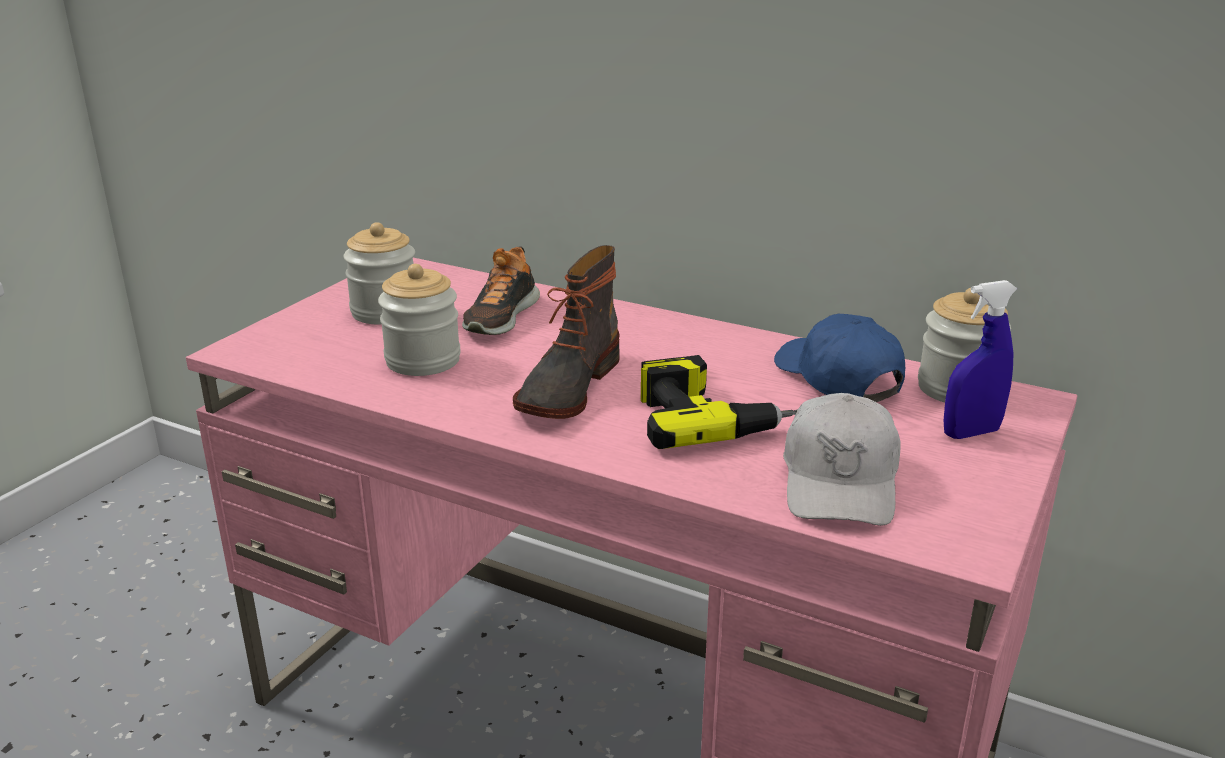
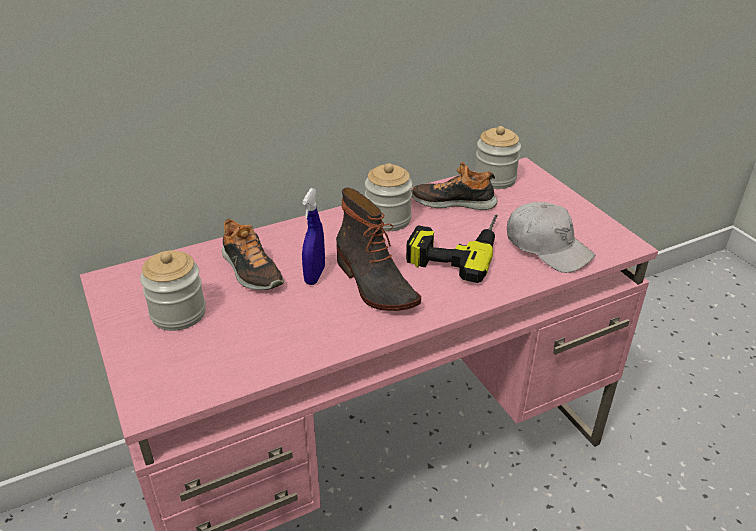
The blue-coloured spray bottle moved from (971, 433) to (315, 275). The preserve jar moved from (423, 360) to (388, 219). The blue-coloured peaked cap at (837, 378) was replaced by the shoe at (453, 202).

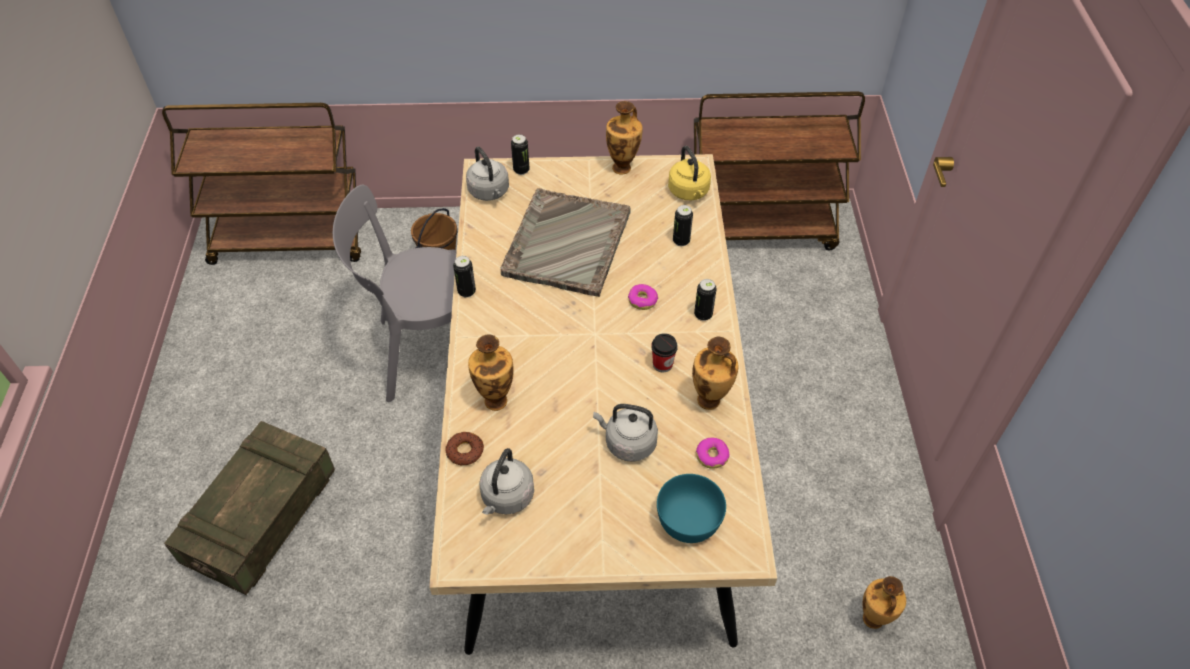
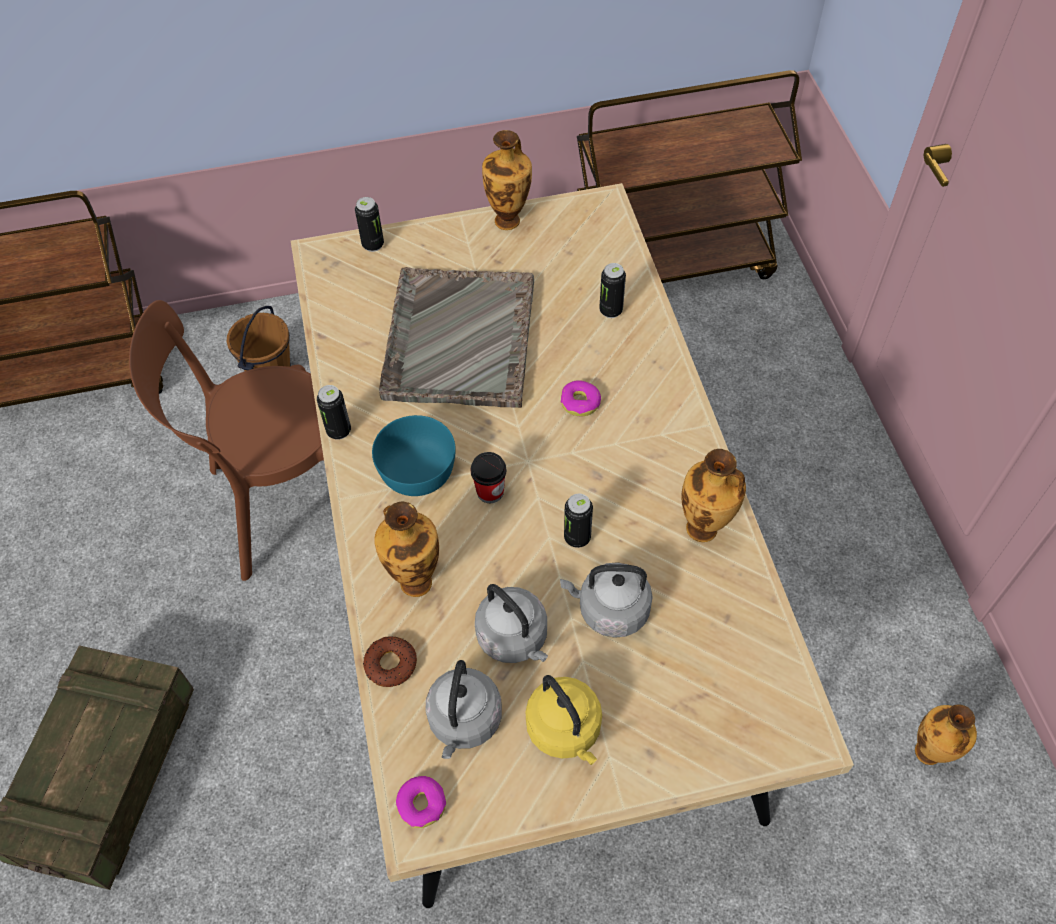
The greyish upright chair at (426, 353) became the brownish upright chair at (281, 504). The turquoise-coloured serving bowl moved from (687, 520) to (416, 471). The donut moved from (712, 456) to (422, 804). The small cup moved from (662, 364) to (490, 492). The greyish tea kettle moved from (490, 192) to (514, 638). The yellowish tea kettle moved from (689, 192) to (566, 730). The metal can moved from (703, 315) to (577, 537).

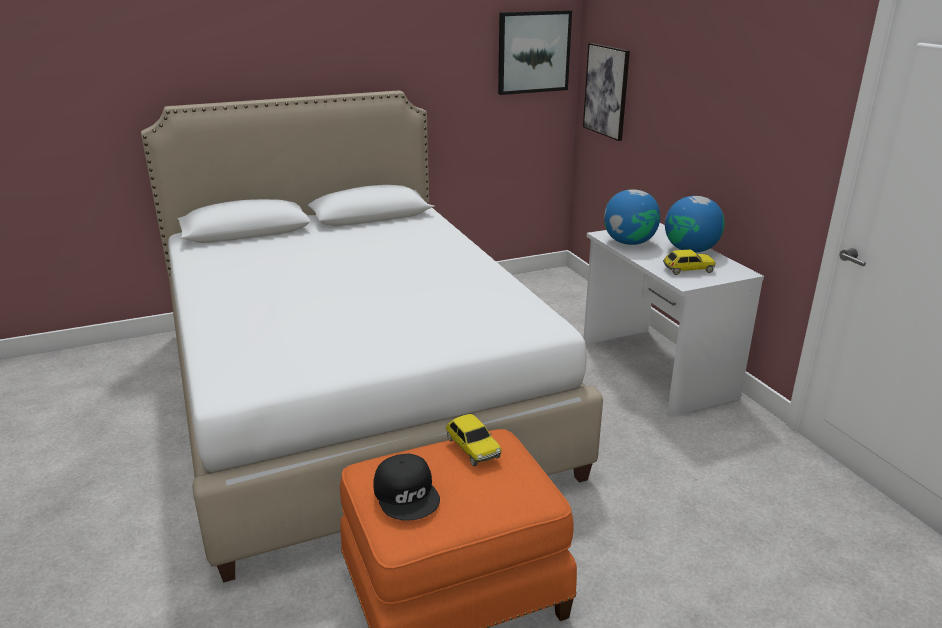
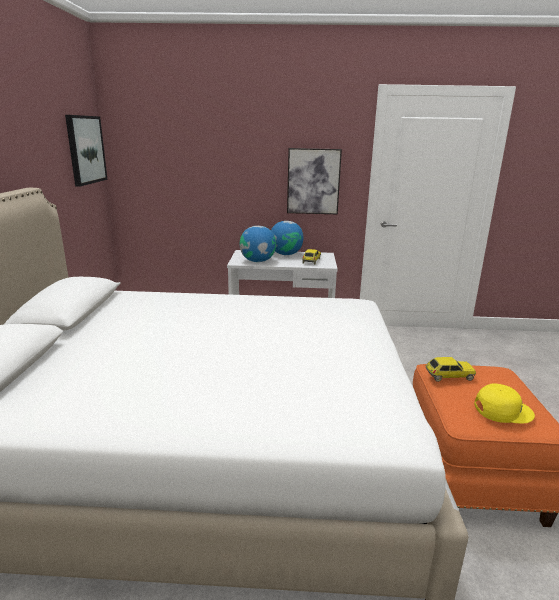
The wall art moved from (606, 91) to (313, 181). The blackish peaked cap at (407, 494) became the yellowish peaked cap at (502, 410).

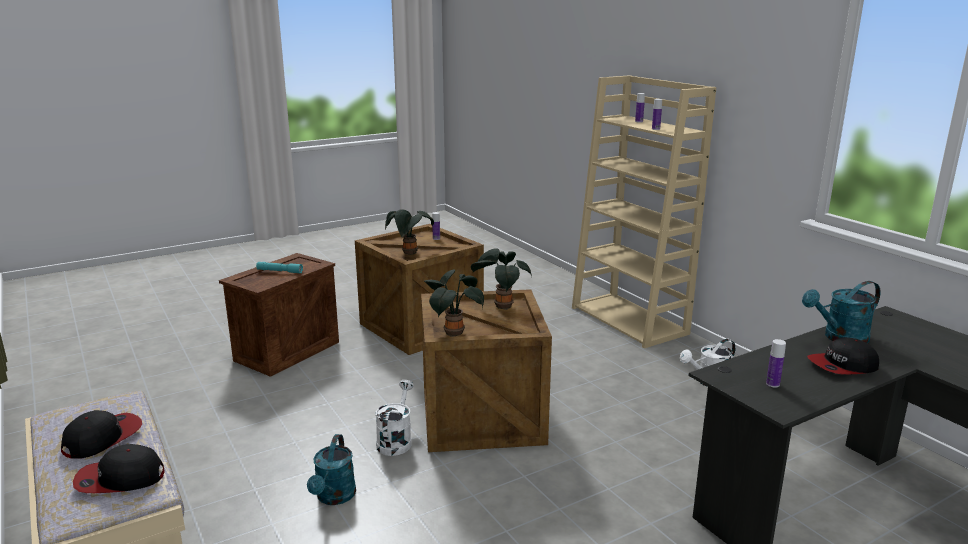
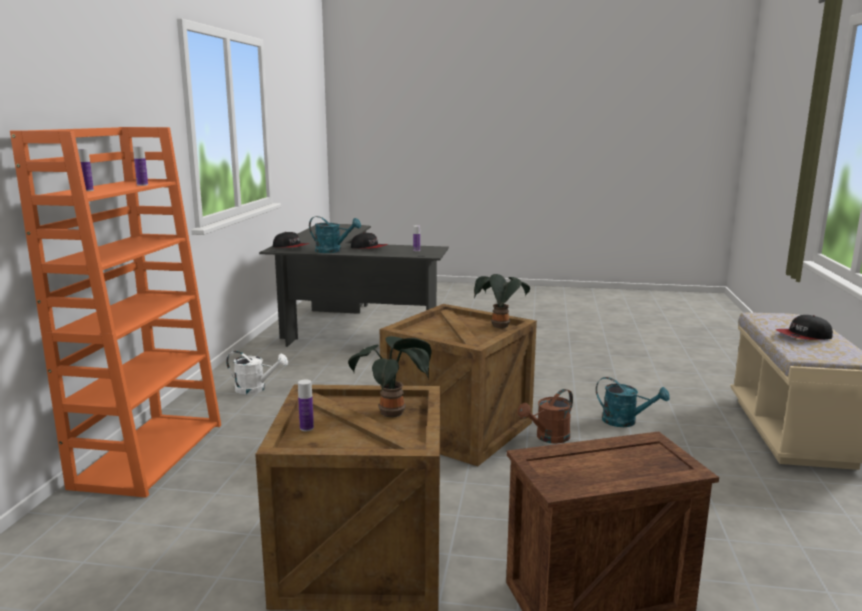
The beige shelving unit at (630, 320) became the orange shelving unit at (150, 453). The peaked cap moved from (120, 479) to (291, 247). The whitish watering can at (396, 440) became the brownish watering can at (548, 438). The turquoise-coloured watering can at (334, 497) turned 75 degrees clockwise. The turquoise-coloured flashlight at (279, 271) disappeared. The houseplant at (501, 306) disappeared.

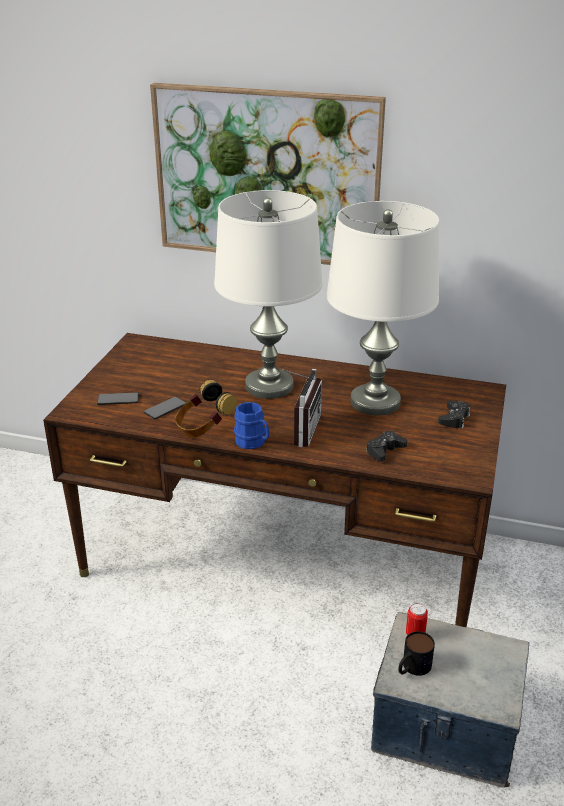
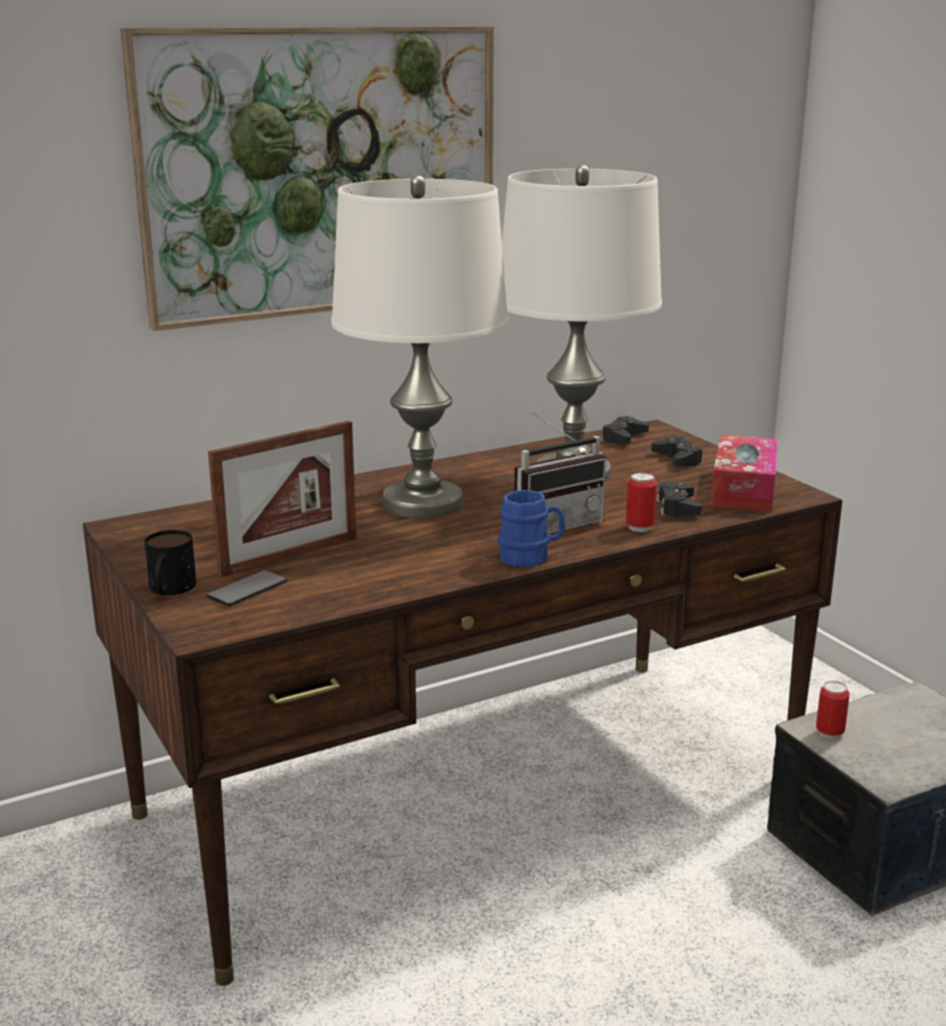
The coffee mug moved from (412, 668) to (169, 590). The picture frame at (289, 556) appeared. The radio set at (300, 429) turned 90 degrees clockwise. The blackish joypad at (624, 438) appeared. The metal can at (639, 527) appeared. The tissue holder at (743, 489) appeared. The handset at (165, 408) disappeared. The headset at (204, 428) disappeared.

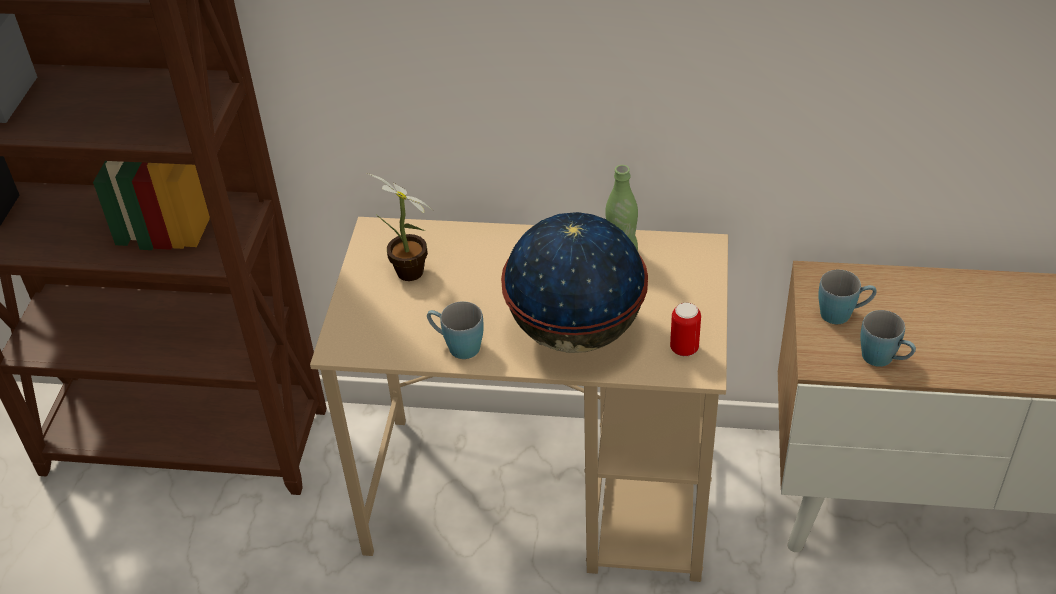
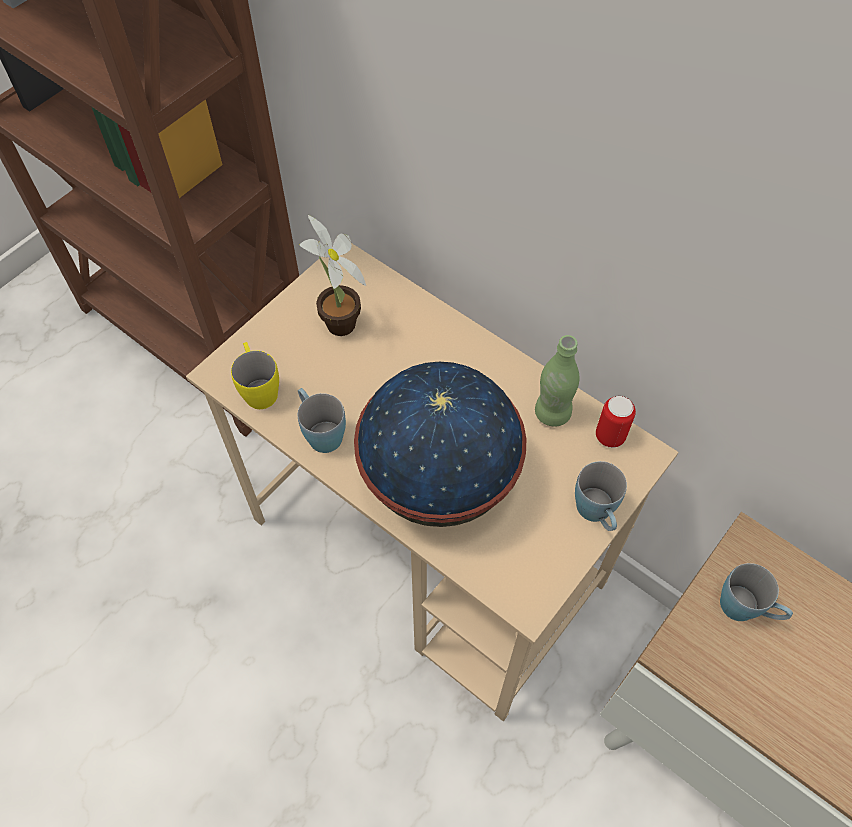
The yellowish coffee mug at (258, 388) appeared. The blue-coloured coffee mug moved from (884, 359) to (597, 514). The metal can moved from (684, 349) to (610, 436).

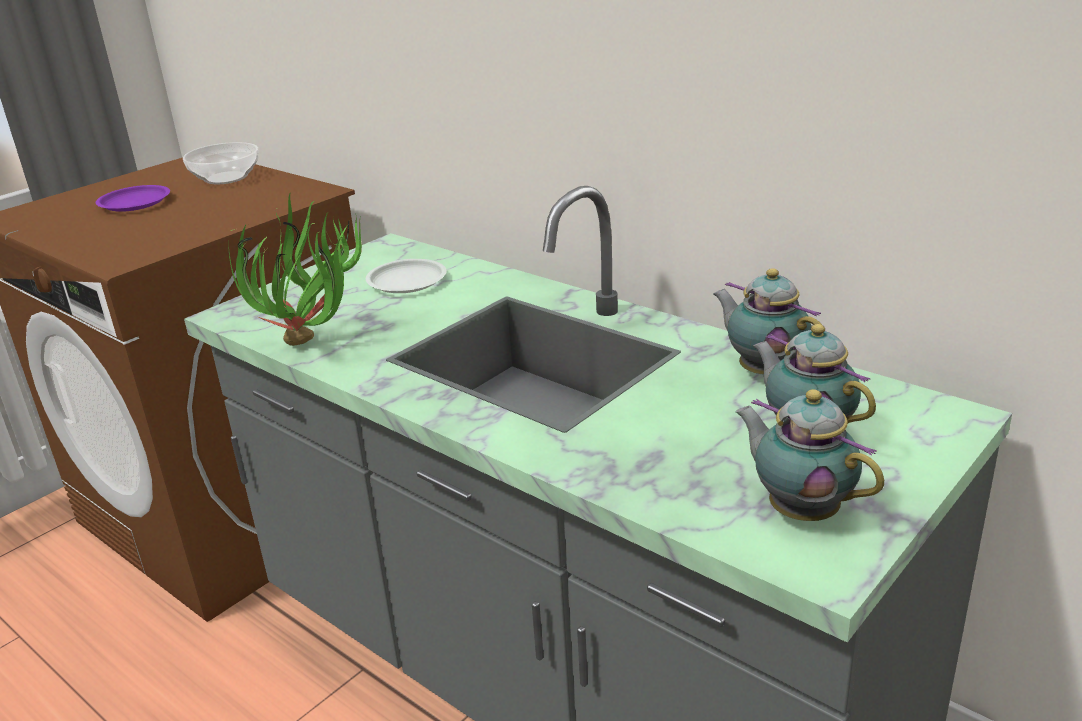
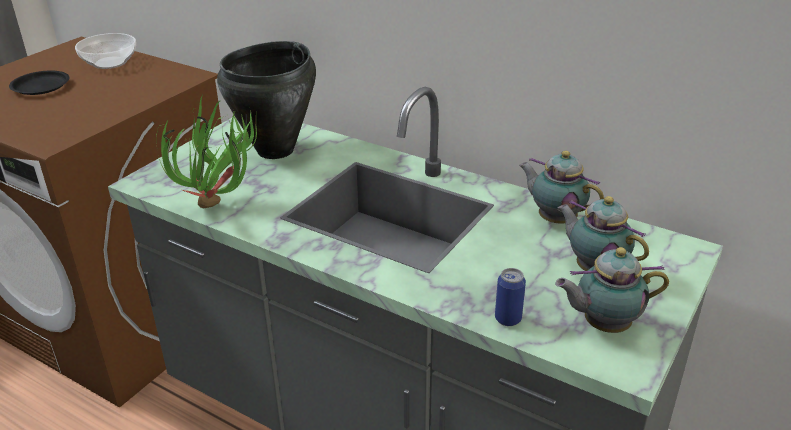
The purplish flat dish at (134, 203) became the blackish flat dish at (40, 86). The whitish flat dish at (407, 281) was replaced by the blackish stockpot at (276, 150). The metal can at (508, 319) appeared. The pot for tea at (799, 510) turned 45 degrees counterclockwise.

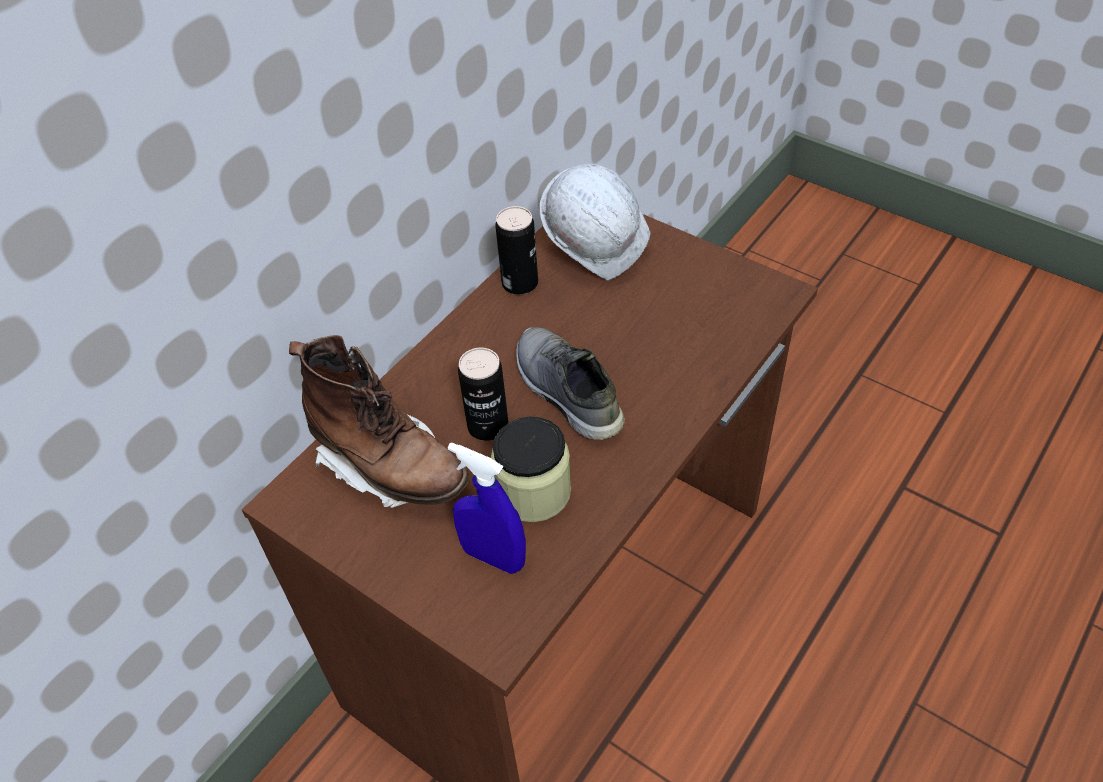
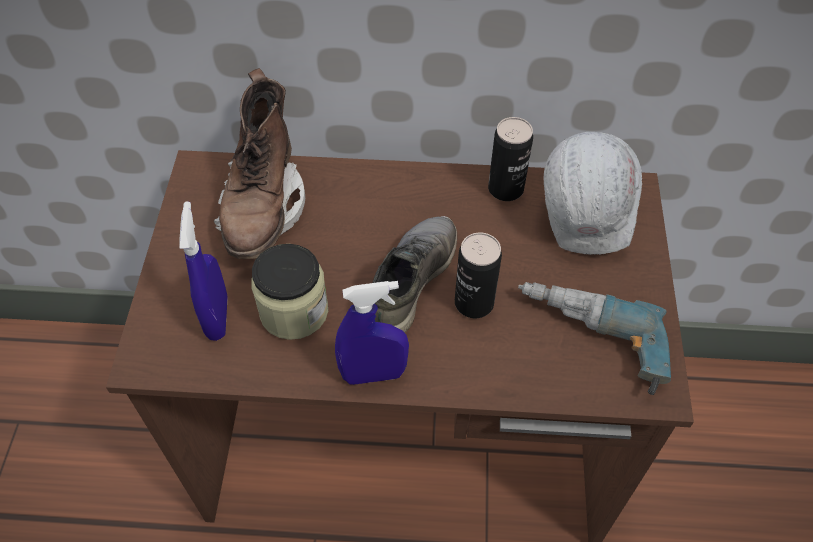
The blue-coloured spray bottle at (373, 374) appeared. The metal can moved from (488, 426) to (474, 303). The electric drill at (587, 342) appeared.

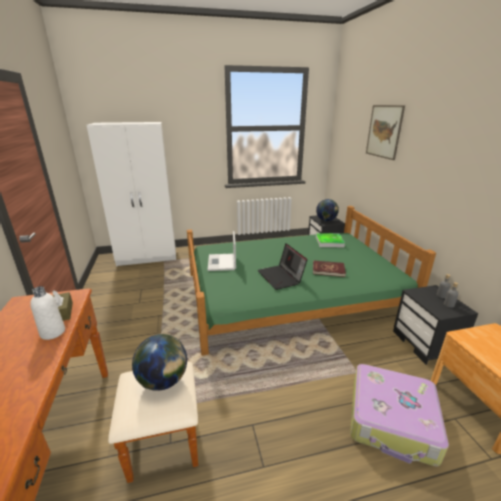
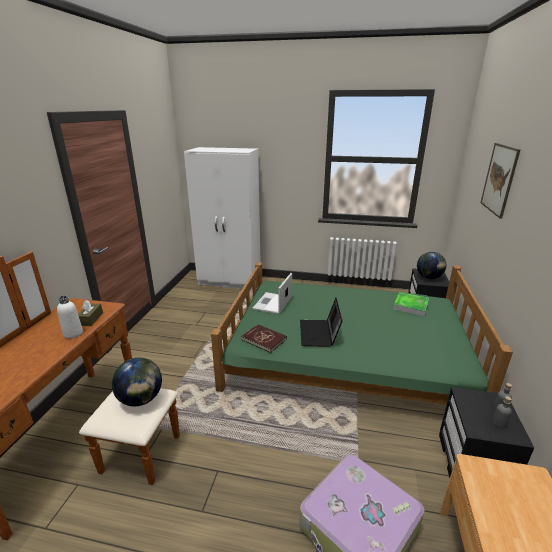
The red-coloured book moved from (328, 270) to (264, 339).

